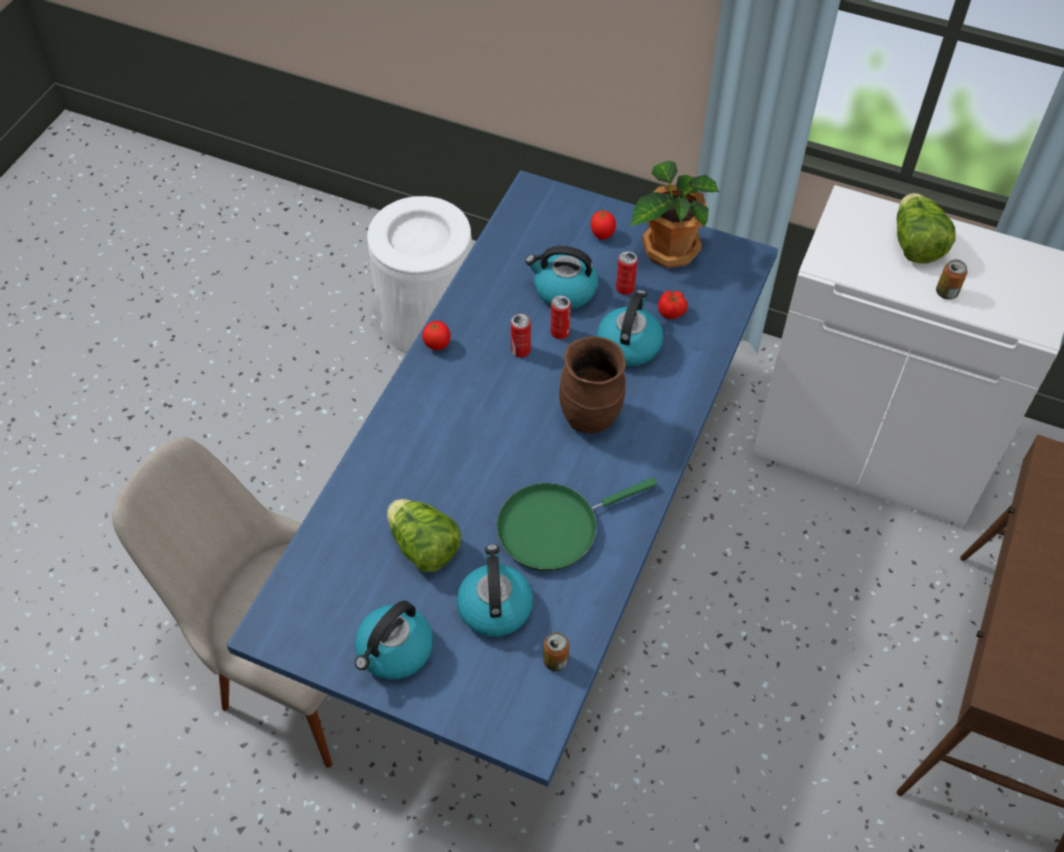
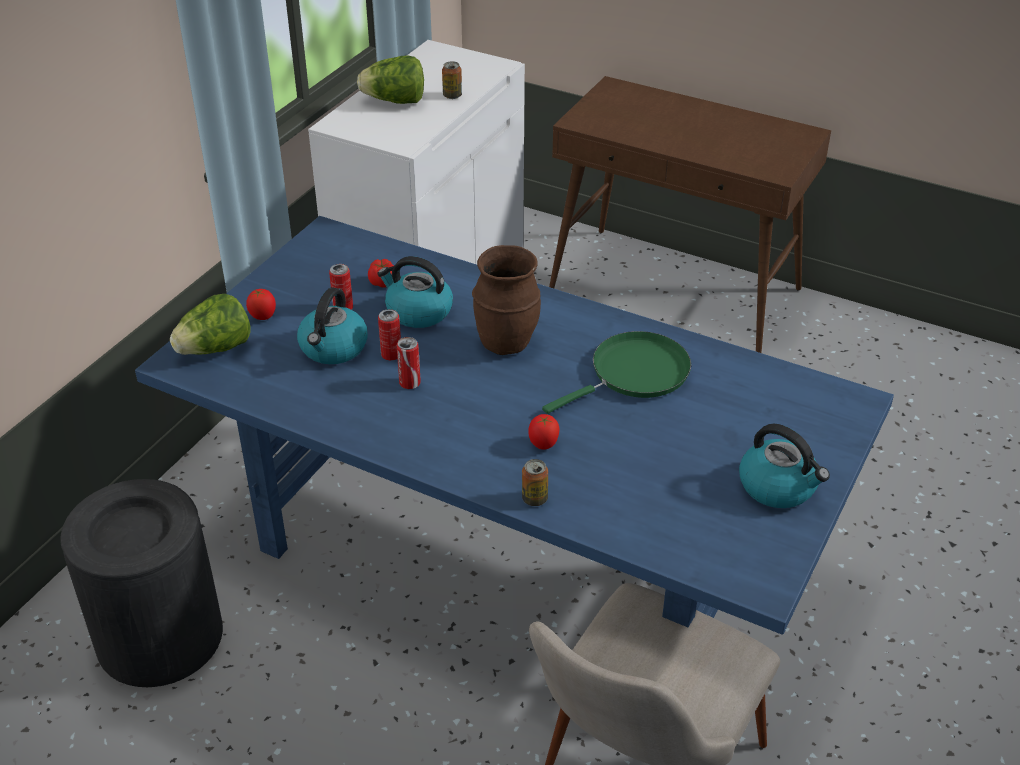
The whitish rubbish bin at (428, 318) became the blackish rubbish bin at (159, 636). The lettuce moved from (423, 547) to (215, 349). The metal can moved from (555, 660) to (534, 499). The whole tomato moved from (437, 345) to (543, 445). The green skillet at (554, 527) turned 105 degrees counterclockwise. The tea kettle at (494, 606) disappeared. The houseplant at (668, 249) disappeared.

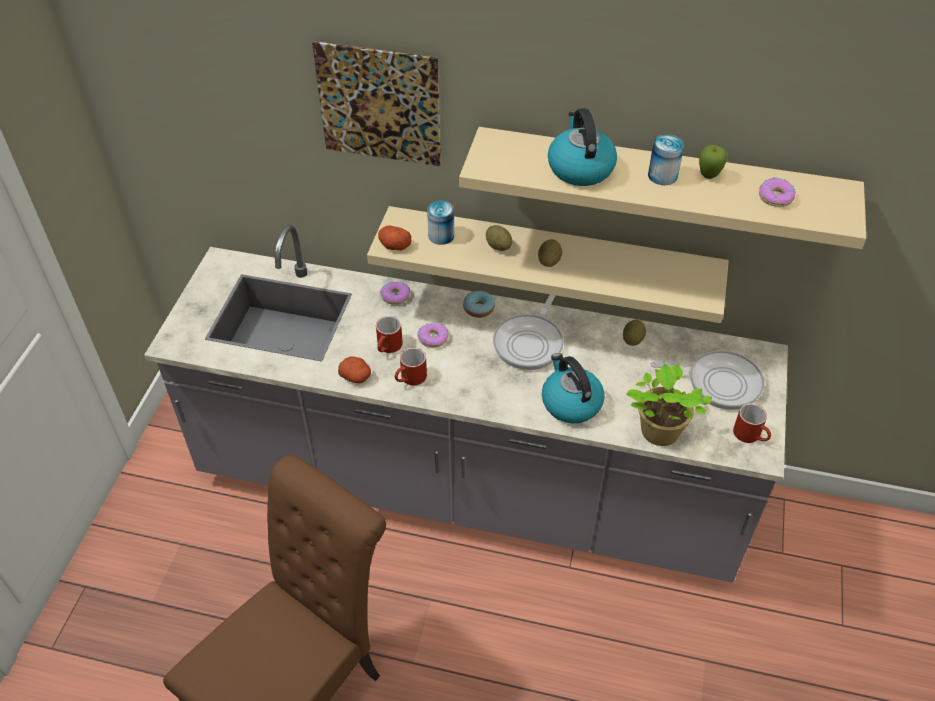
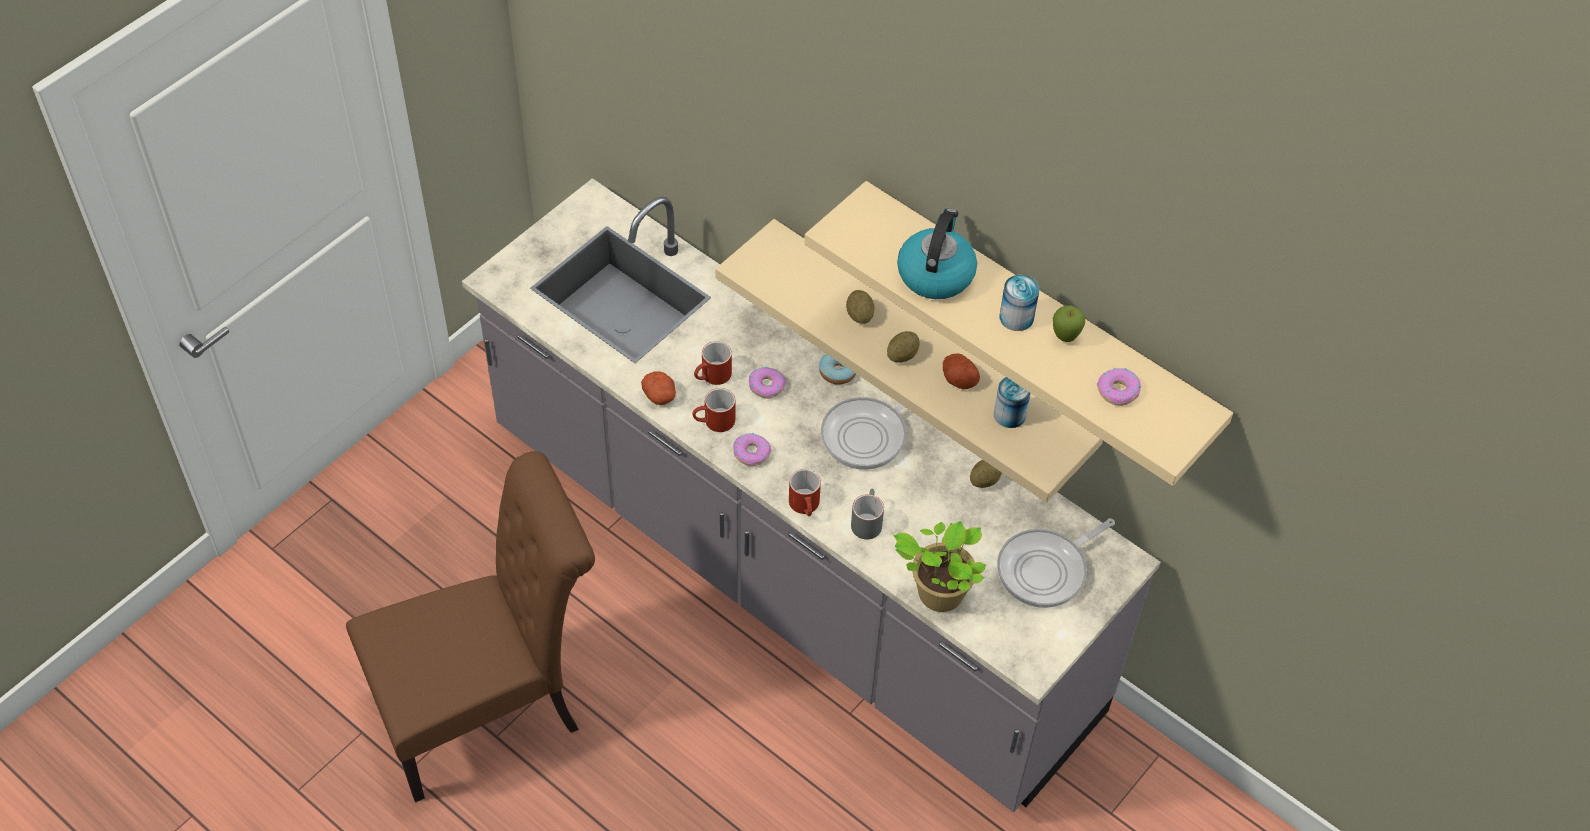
The donut moved from (395, 296) to (751, 453). The red-coloured coffee mug moved from (751, 435) to (806, 506). The tea kettle at (570, 402) was replaced by the greyish coffee mug at (866, 521). The spud moved from (394, 245) to (958, 378). The metal can moved from (441, 236) to (1009, 414). The skillet at (719, 382) turned 105 degrees clockwise. The wall art at (379, 105) disappeared.

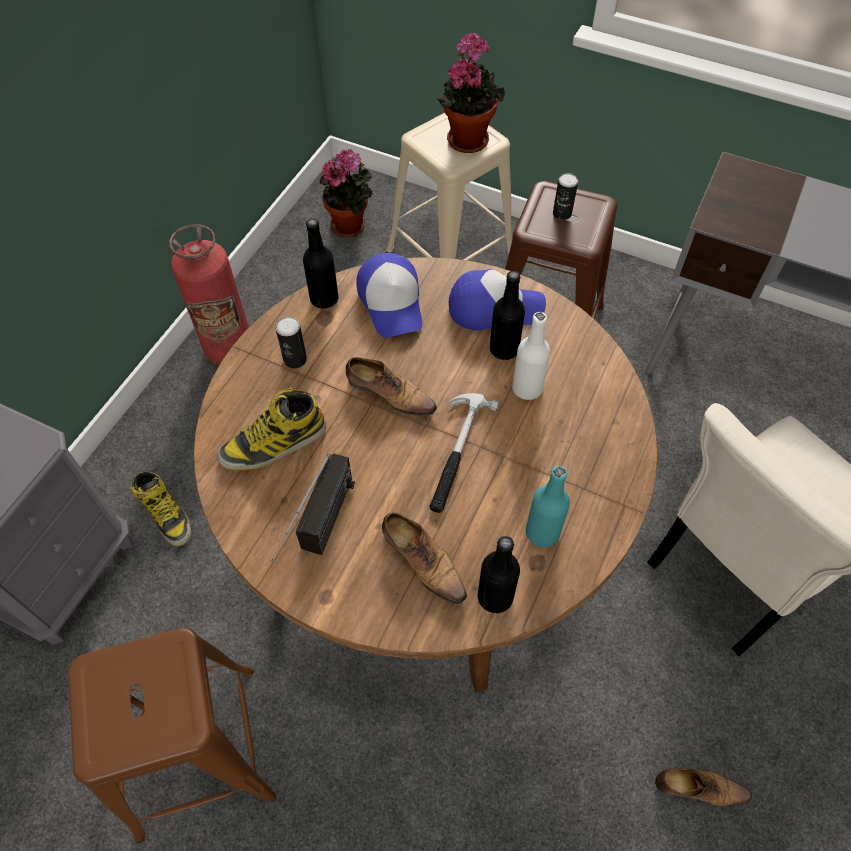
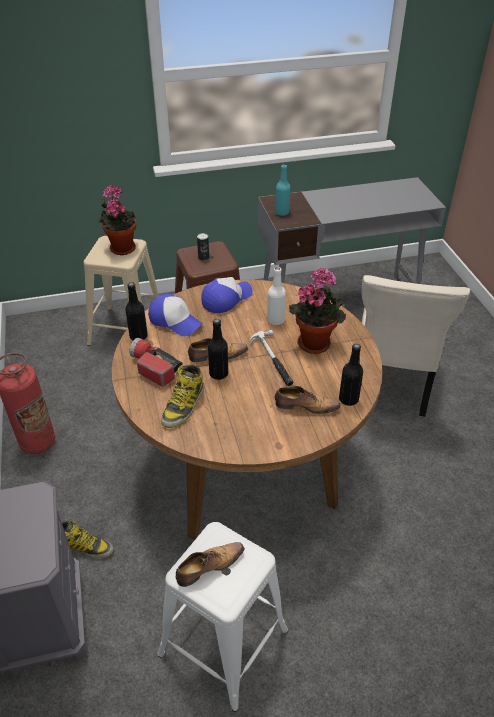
The metal can at (295, 359) was replaced by the flashlight at (153, 368). The brownish stool seat at (197, 751) became the whitish stool seat at (224, 642). The shoe moved from (698, 788) to (208, 567). The blackish beverage bottle moved from (504, 349) to (218, 374). The turquoise-coloured beverage bottle moved from (542, 532) to (282, 212). The houseplant moved from (351, 225) to (315, 342). The radio set at (321, 535) disappeared.

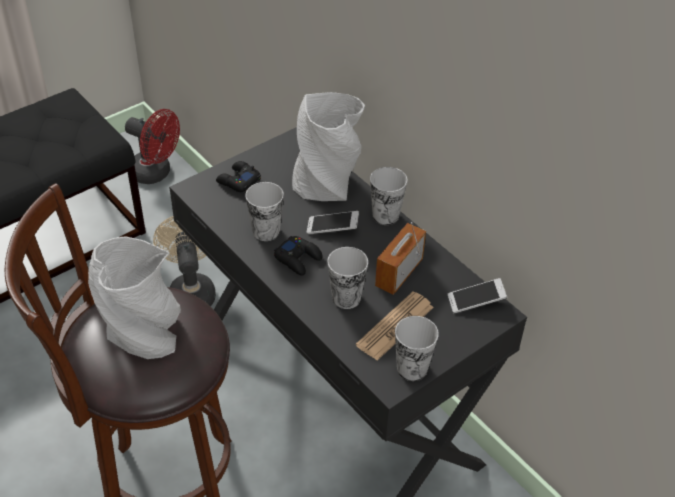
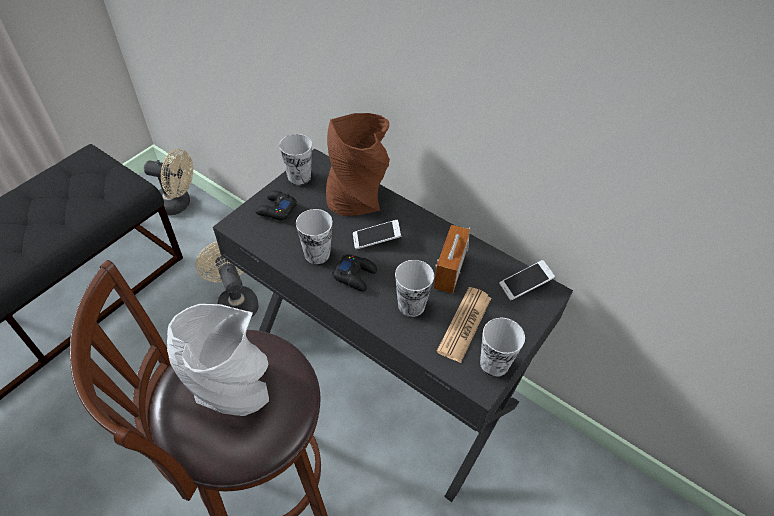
The red-coloured electric fan at (156, 173) became the beige electric fan at (178, 204). The small cup moved from (385, 216) to (299, 177). The greyish decorative vase at (327, 184) became the brownish decorative vase at (358, 198).

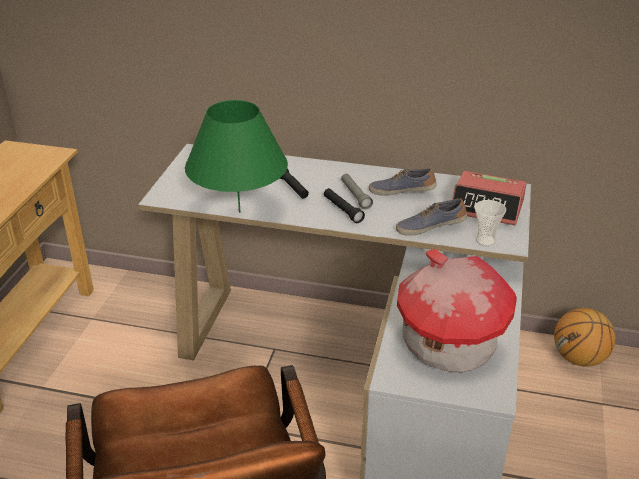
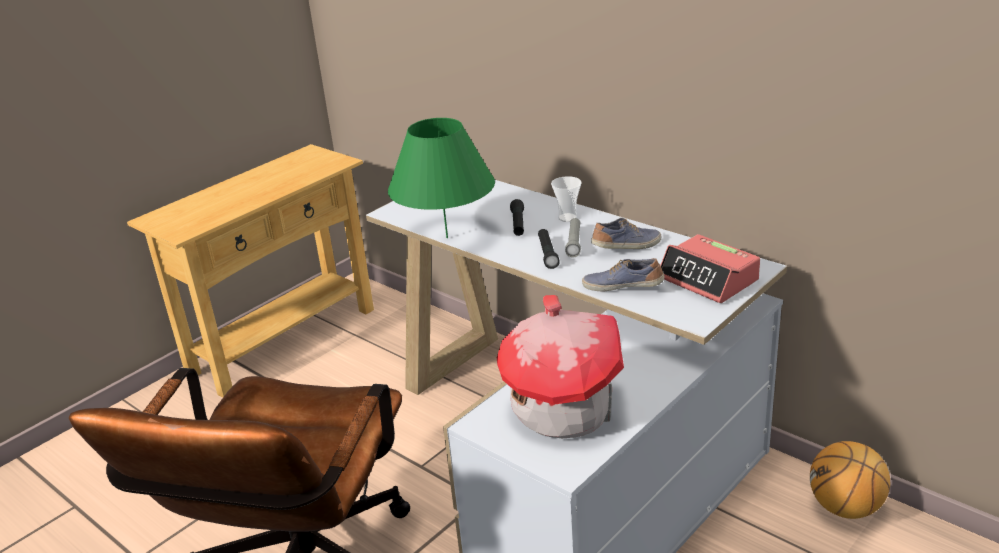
The small cup moved from (485, 241) to (567, 218). The shoe at (402, 191) turned 120 degrees clockwise.

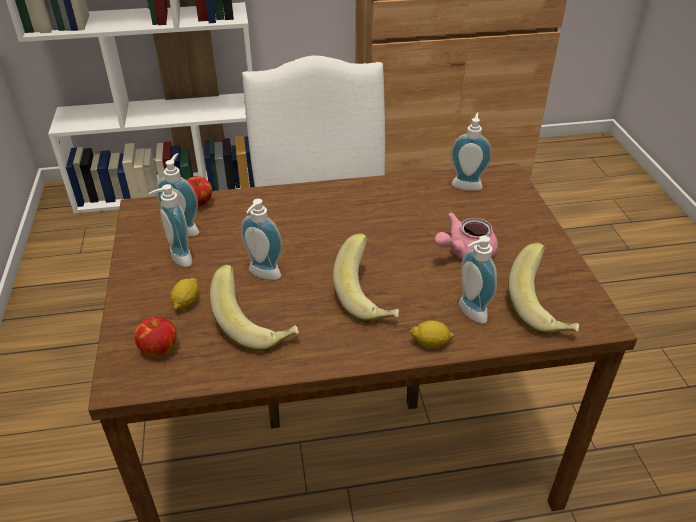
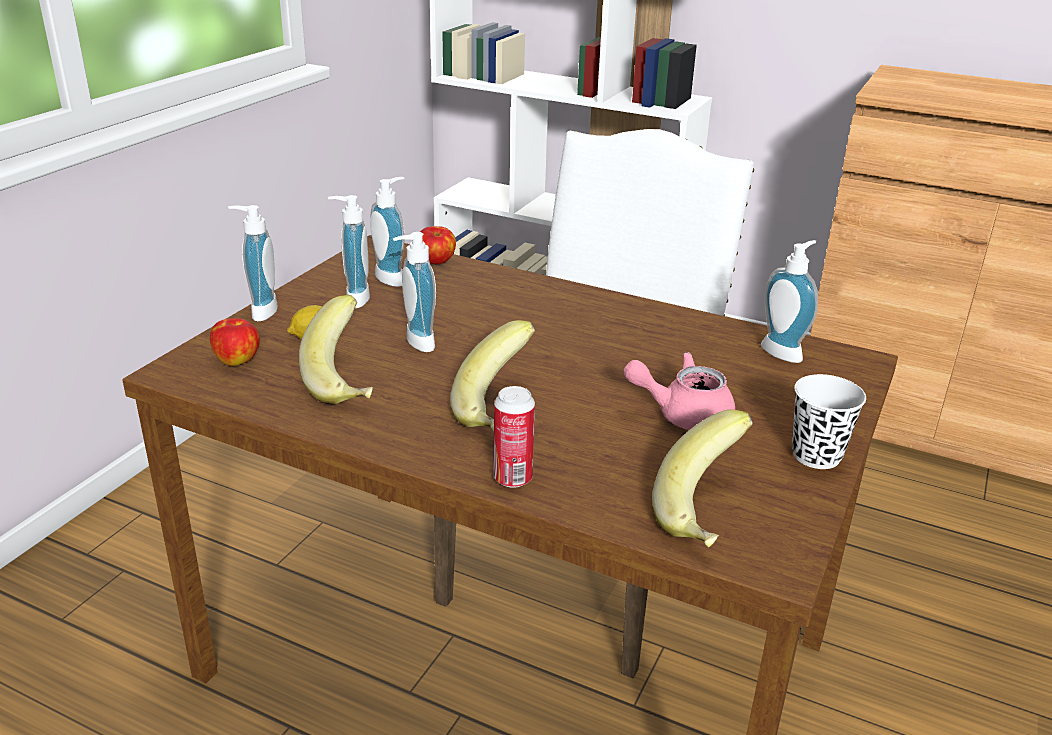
The liquid soap bottle moved from (469, 313) to (259, 311). The citrus fruit at (431, 343) was replaced by the metal can at (512, 478). The whitish small cup at (816, 455) appeared.

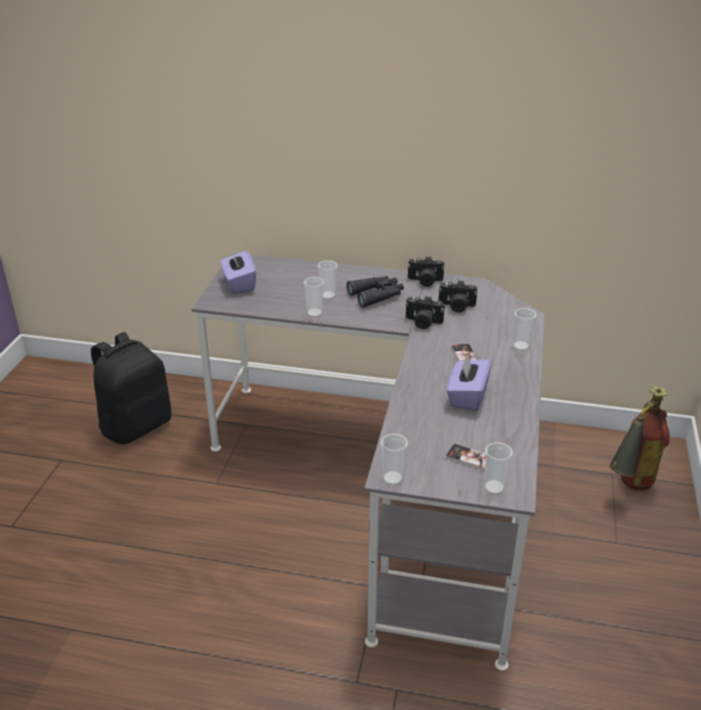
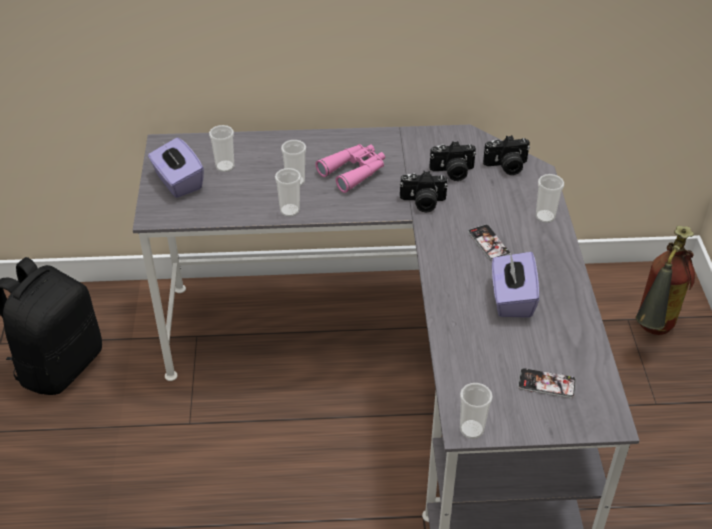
The small cup moved from (494, 487) to (225, 166). The blackish field glasses at (377, 295) became the pink field glasses at (354, 171). The photo camera moved from (425, 281) to (506, 167).

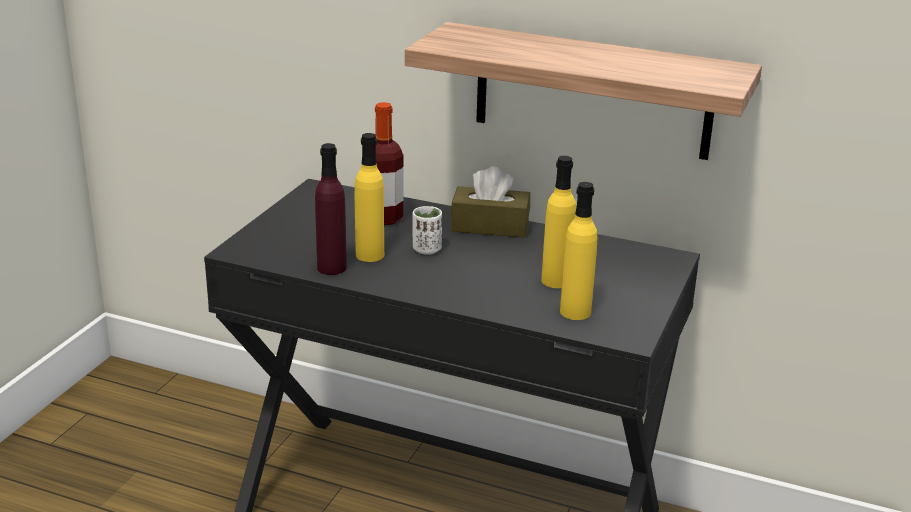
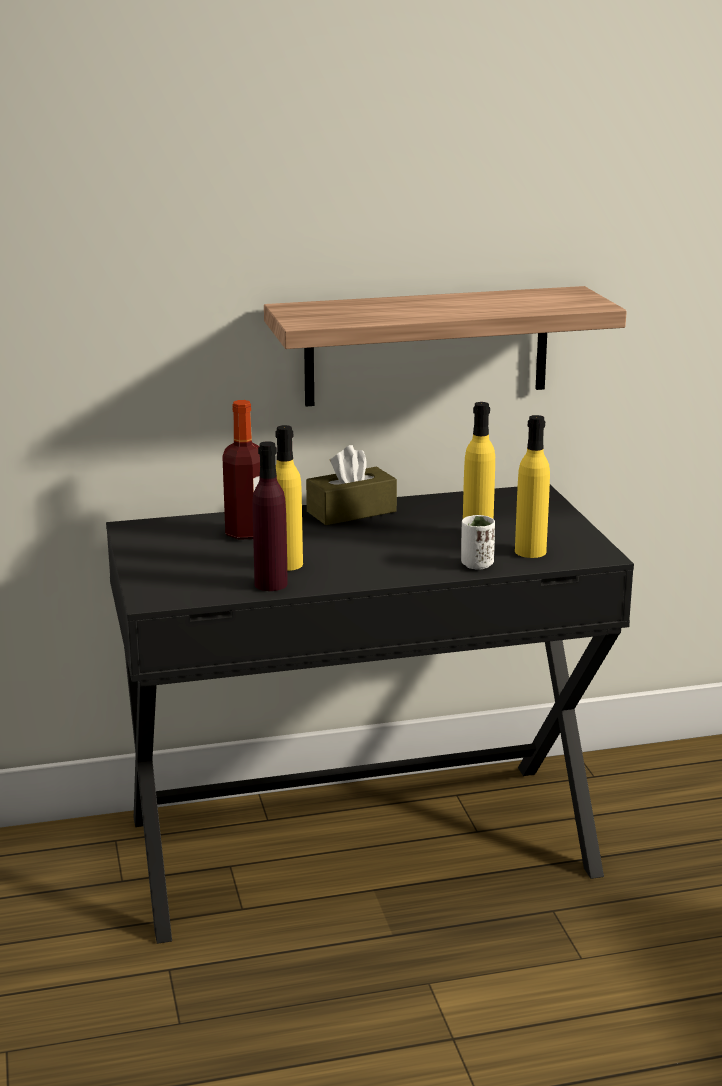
The whitish small cup moved from (426, 249) to (477, 564).

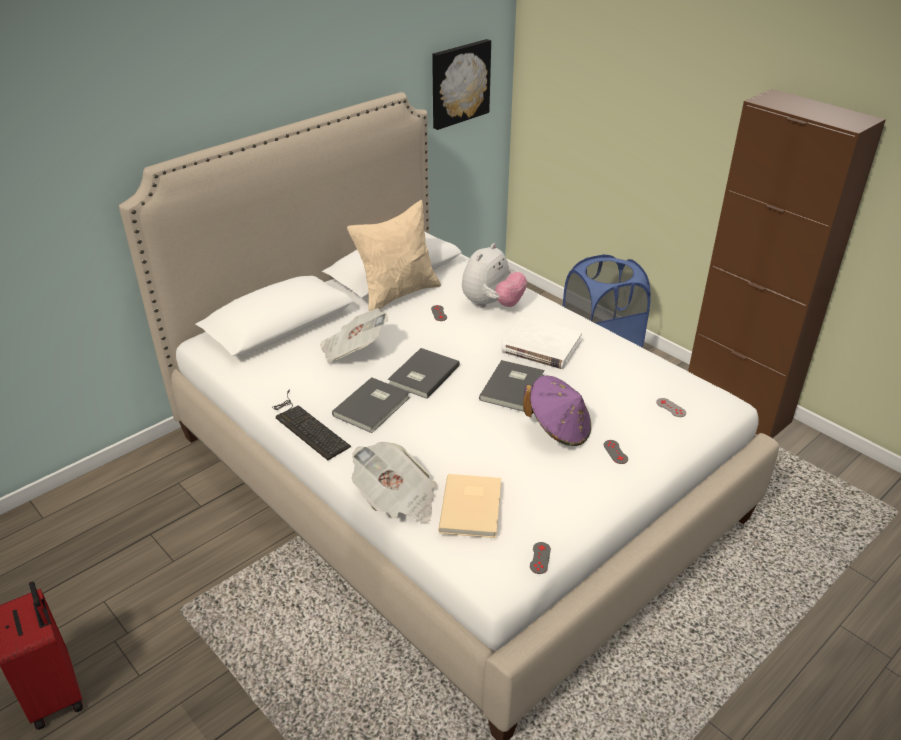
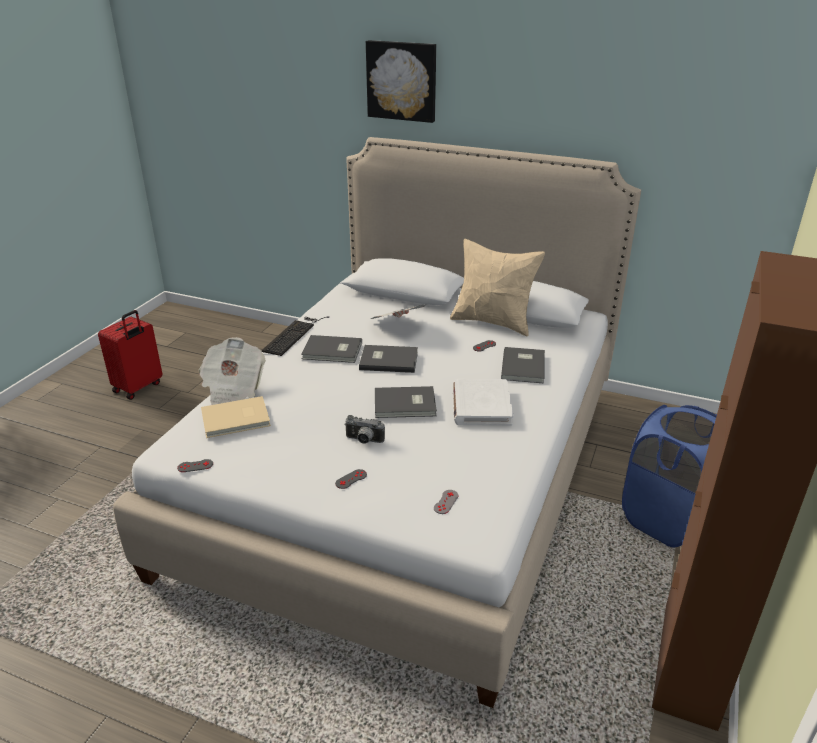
The purplish wearable hat at (558, 429) was replaced by the photo camera at (363, 441). The wall art moved from (459, 83) to (402, 81). The soft toy at (492, 305) was replaced by the greyish book at (524, 366).

